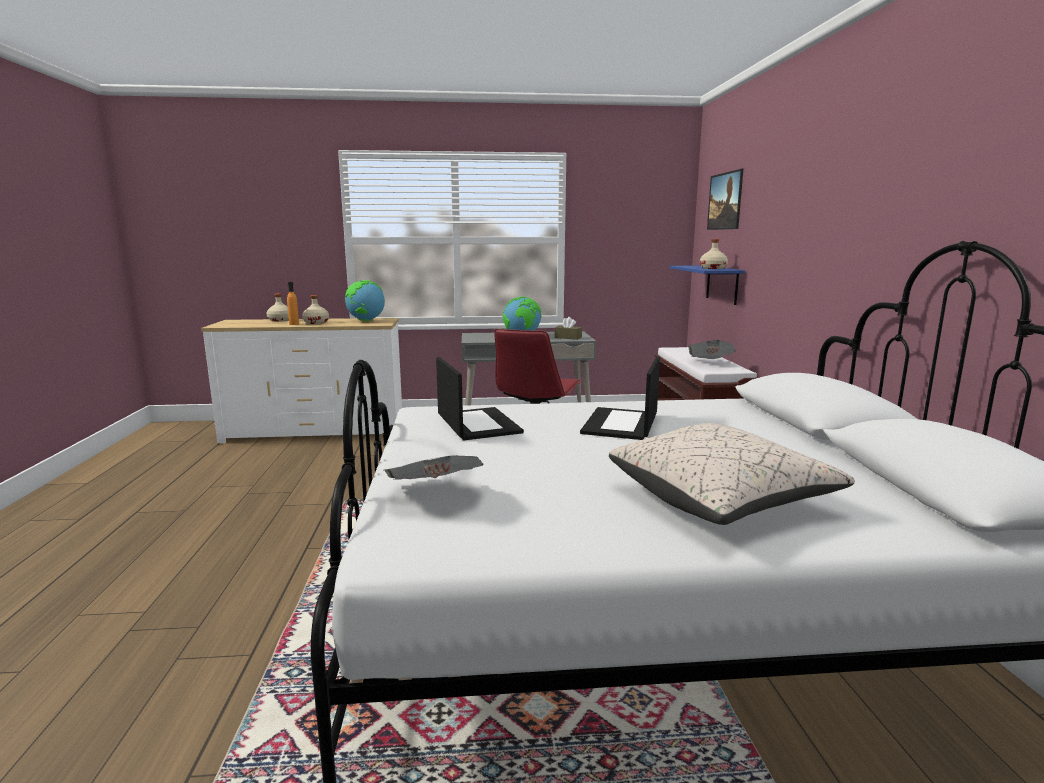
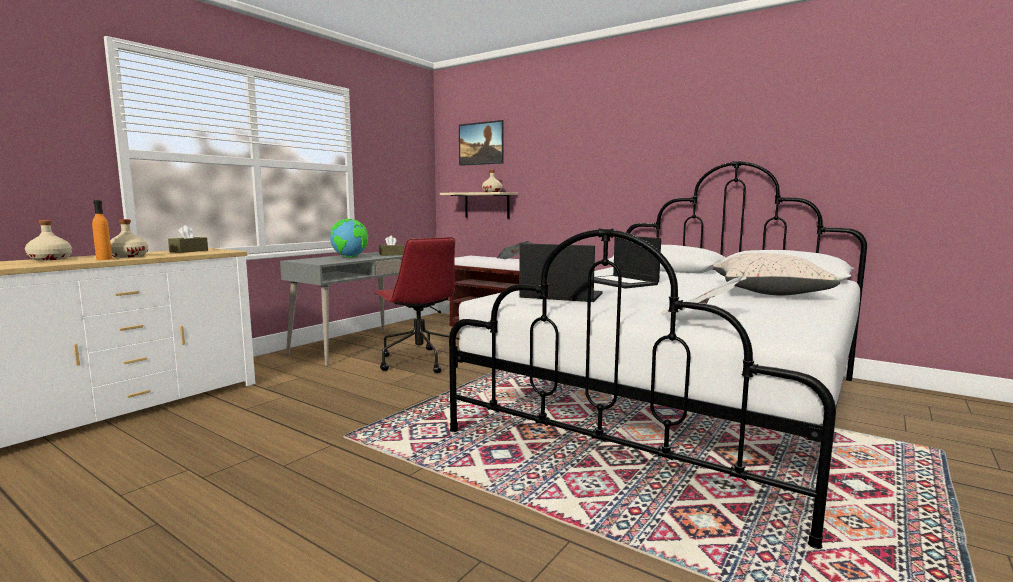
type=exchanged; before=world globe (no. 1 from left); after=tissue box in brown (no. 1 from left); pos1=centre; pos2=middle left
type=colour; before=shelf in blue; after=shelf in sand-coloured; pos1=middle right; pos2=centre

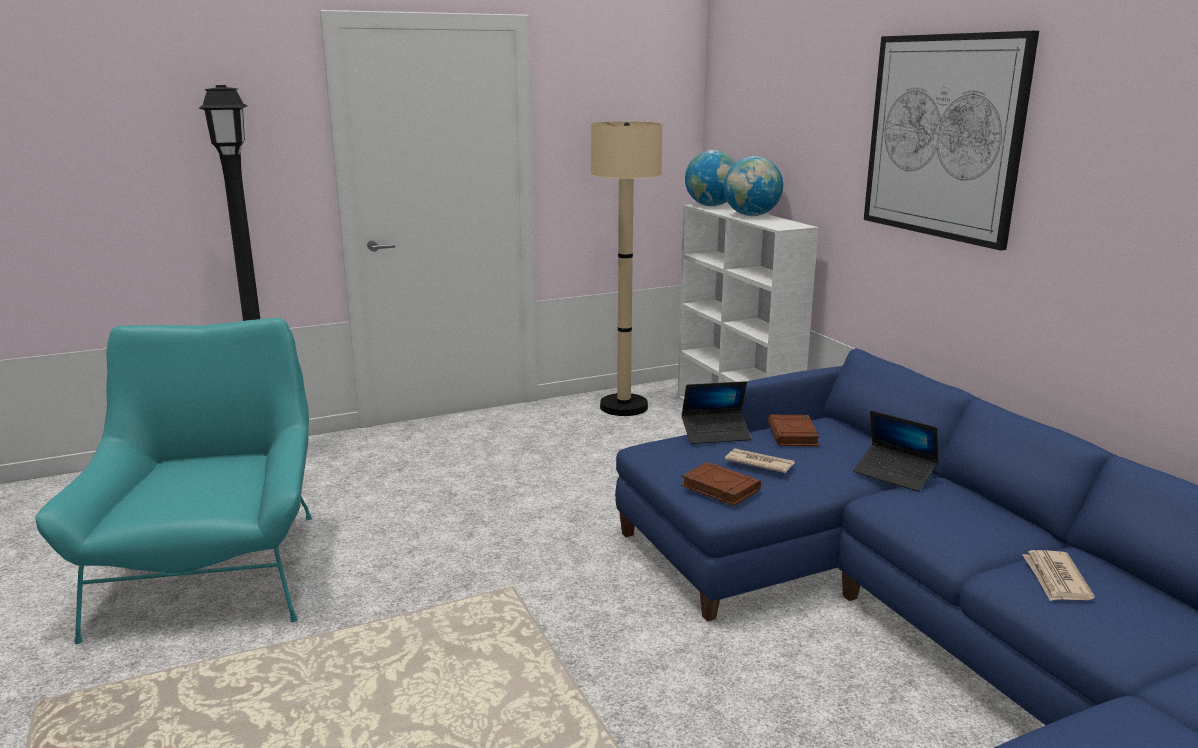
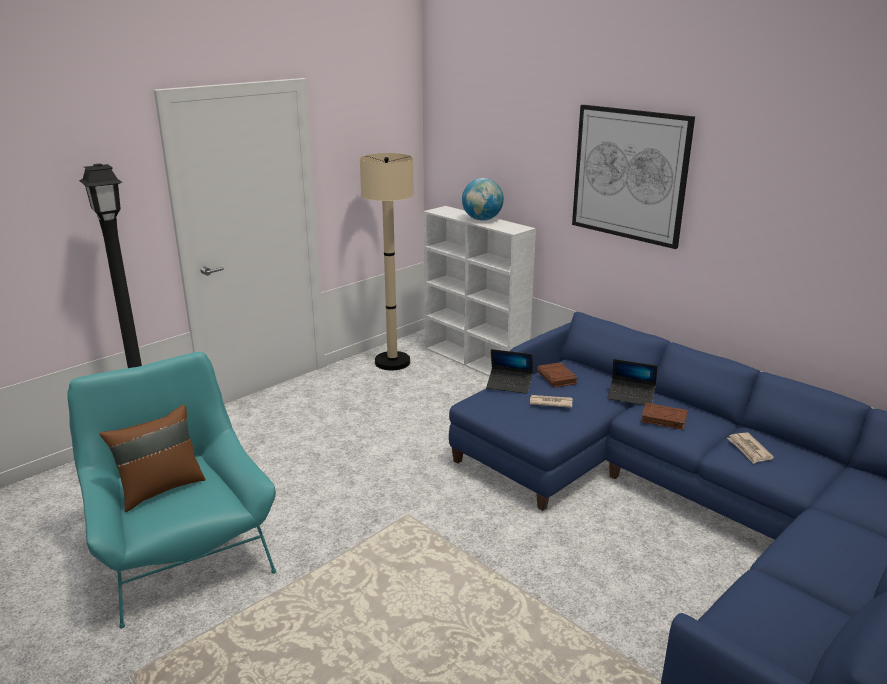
type=relocated; before=bound book in brown (no. 1 from left in the first image); after=bound book in brown (no. 2 from left); pos1=centre; pos2=middle right
type=spun; before=laptop (no. 1 from left); pos1=centre; pos2=centre; turn=45
type=missing; before=world globe (no. 1 from left); pos1=top centre
type=appeared; after=pillow in brown; pos2=bottom left

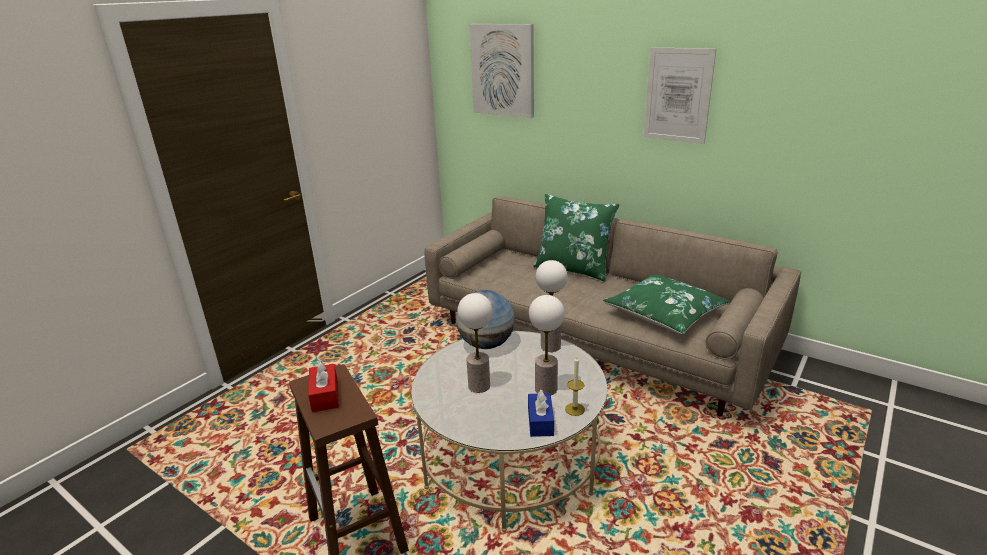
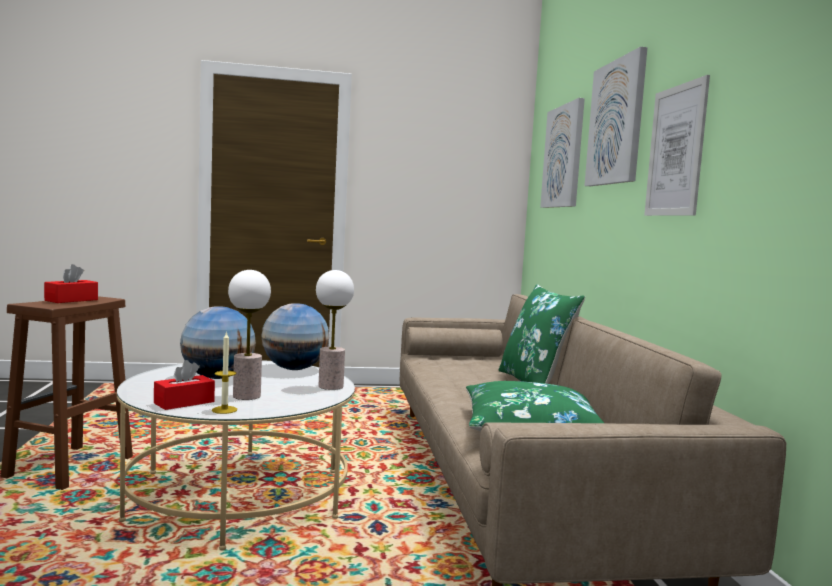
type=exchanged; before=table lamp (no. 1 from left); after=world globe (no. 1 from left); pos1=centre; pos2=middle left
type=colour; before=tissue box in blue; after=tissue box in red (no. 2 from left); pos1=bottom centre; pos2=middle left
type=appeared; after=wall art (no. 2 from left); pos2=top right

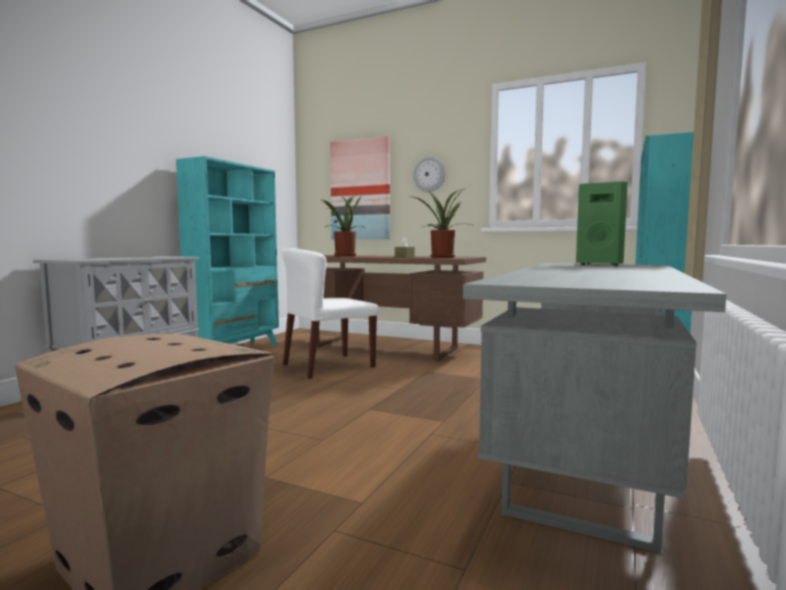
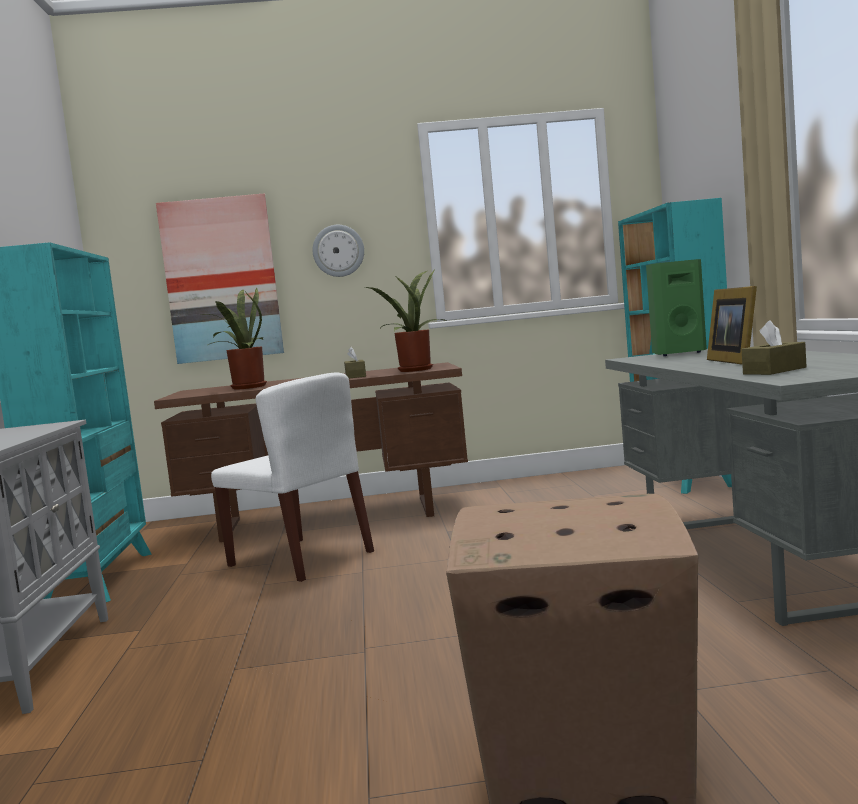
type=spun; before=upright chair in white; pos1=centre; pos2=centre; turn=-75
type=appeared; after=photo frame; pos2=middle right
type=appeared; after=tissue box in brown (no. 2 from left); pos2=middle right

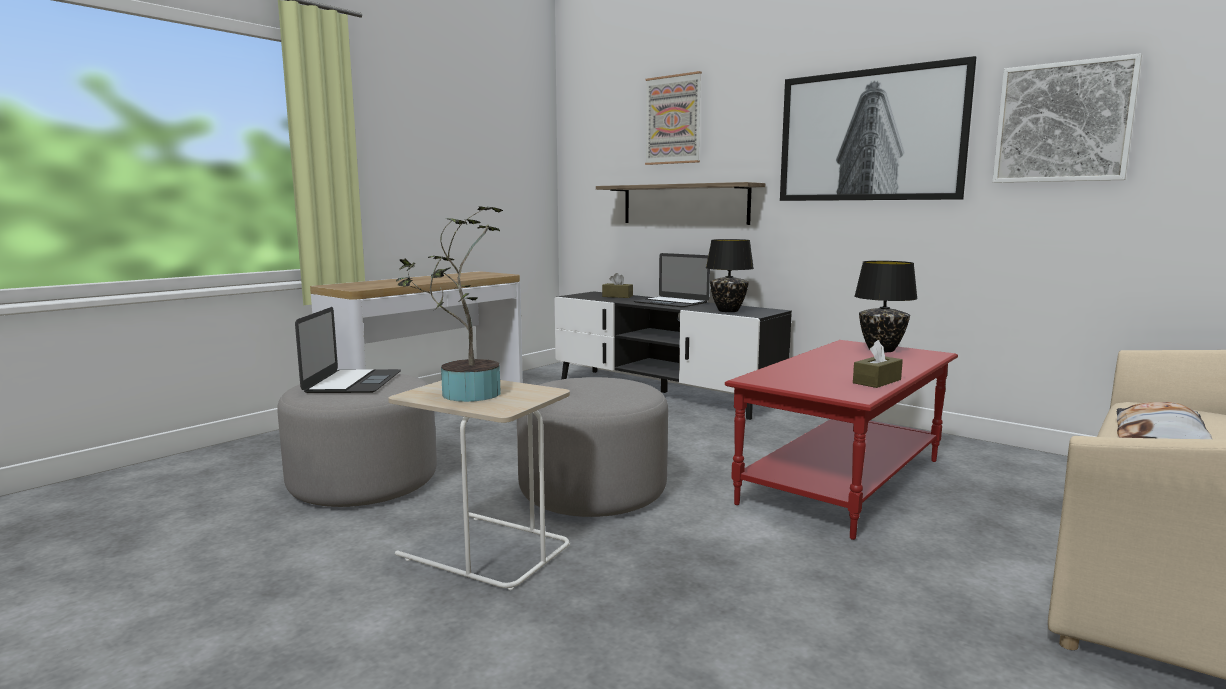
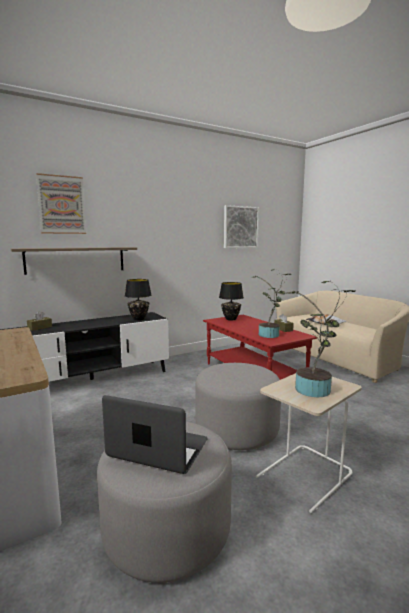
type=missing; before=laptop (no. 2 from left); pos1=centre
type=missing; before=wall art (no. 2 from left); pos1=top right
type=appeared; after=houseplant (no. 1 from left); pos2=centre

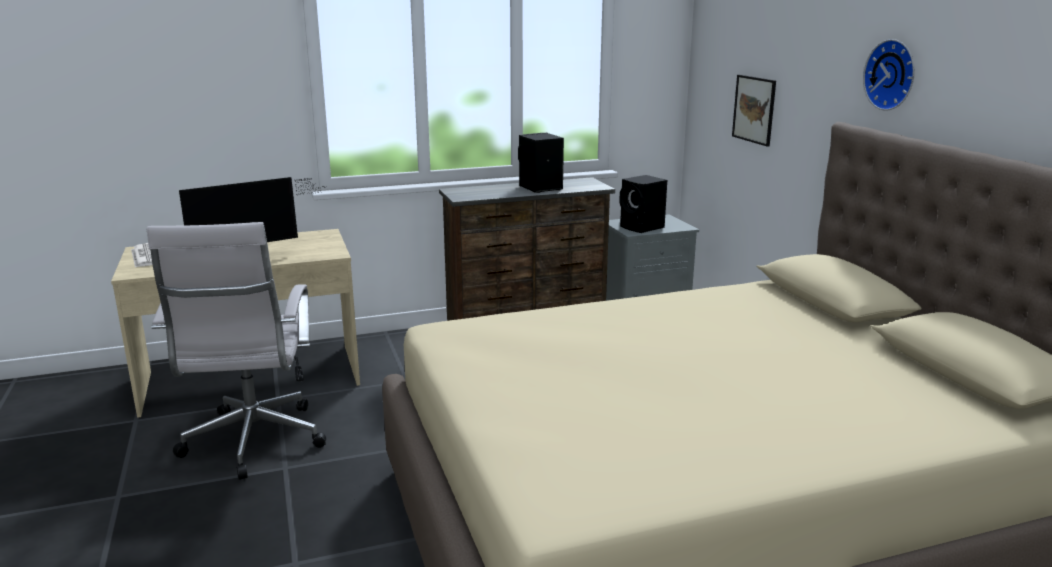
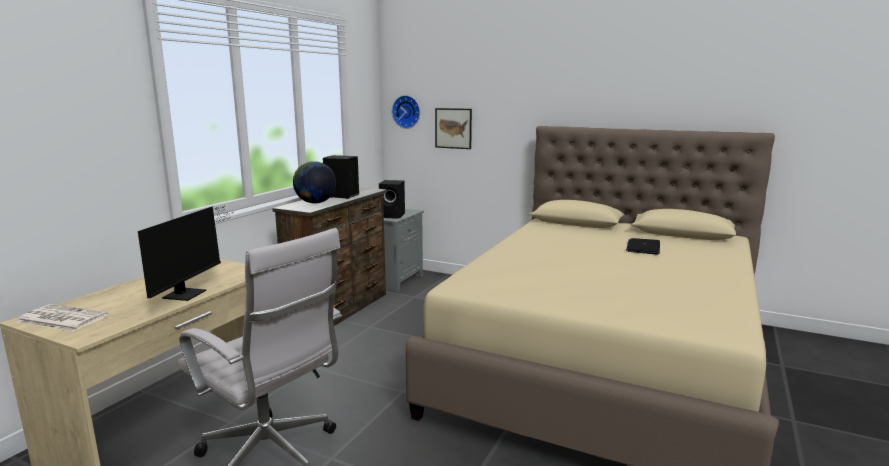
type=relocated; before=hanging clock; pos1=top right; pos2=top centre
type=appeared; after=world globe; pos2=centre
type=appeared; after=laptop; pos2=middle right

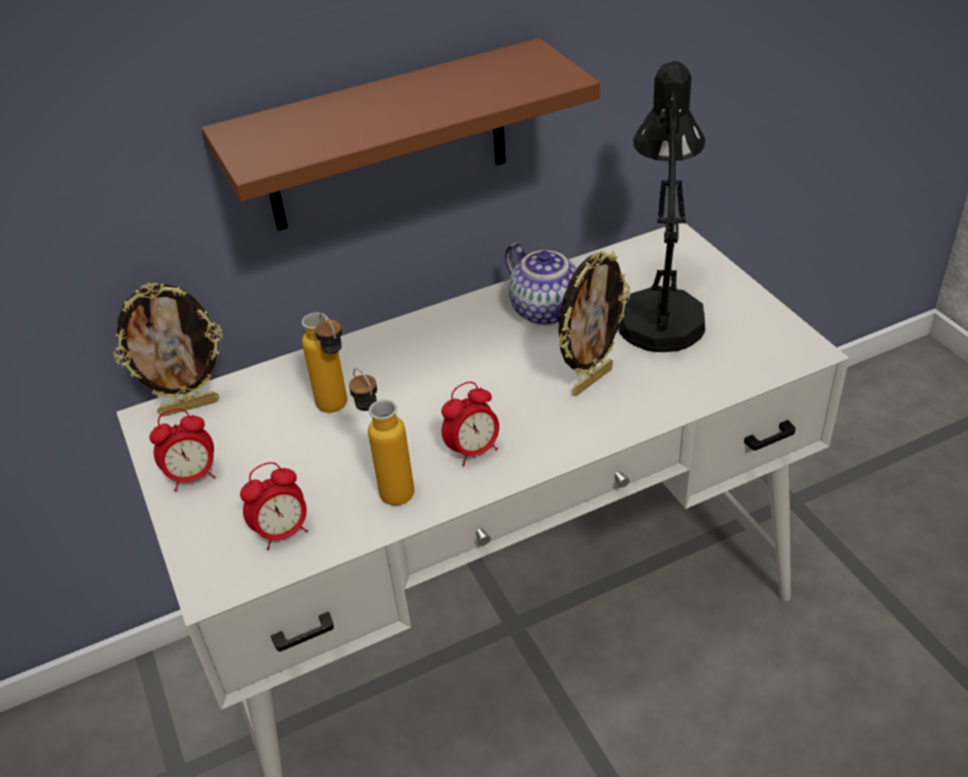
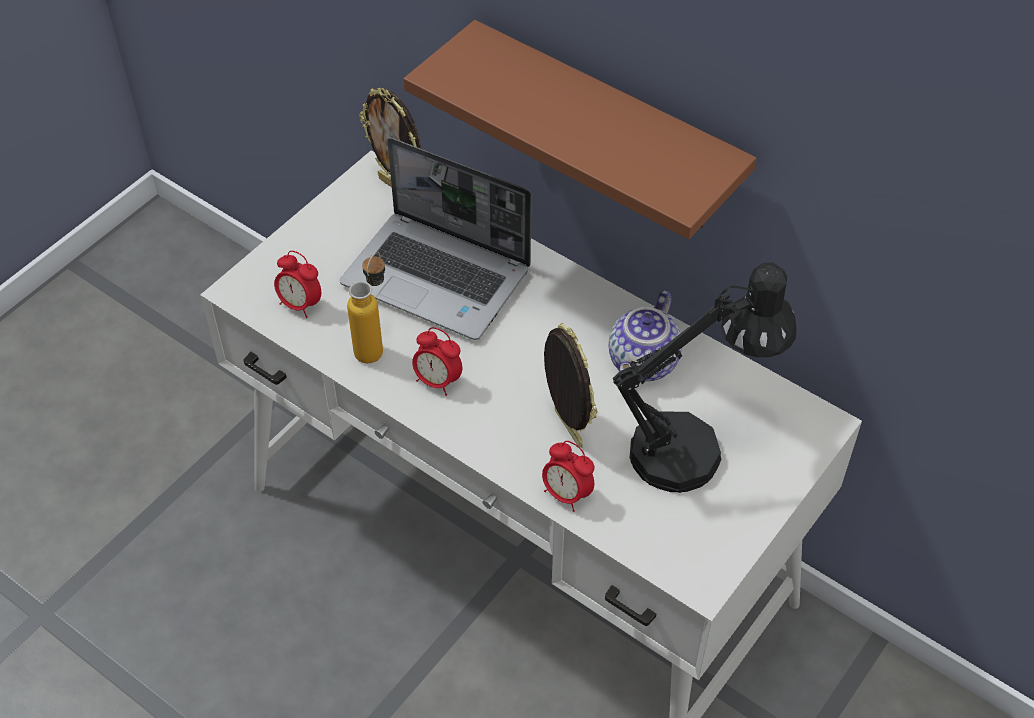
type=relocated; before=bedside clock (no. 1 from left in the first image); after=bedside clock (no. 3 from left); pos1=middle left; pos2=centre
type=exchanged; before=drink bottle (no. 1 from left); after=laptop; pos1=centre; pos2=top centre
type=spun; before=photo frame (no. 2 from left); pos1=centre; pos2=centre; turn=-135

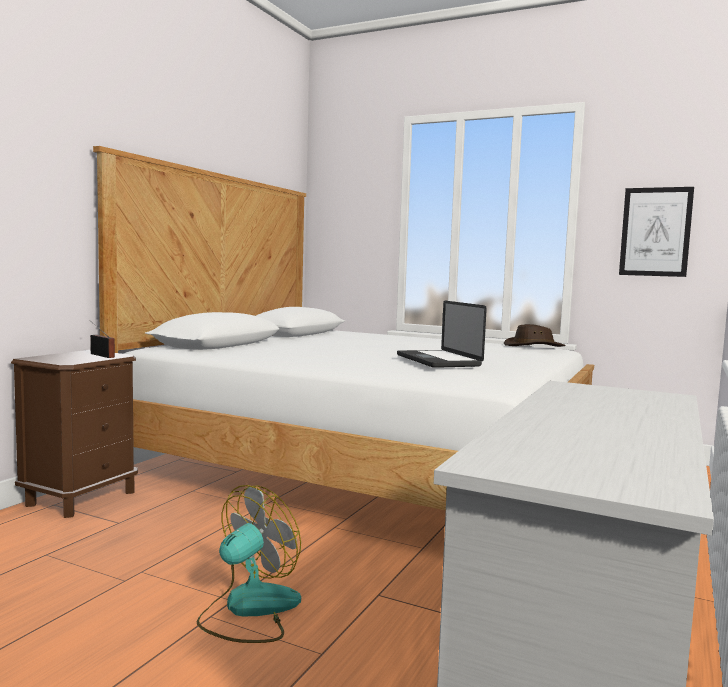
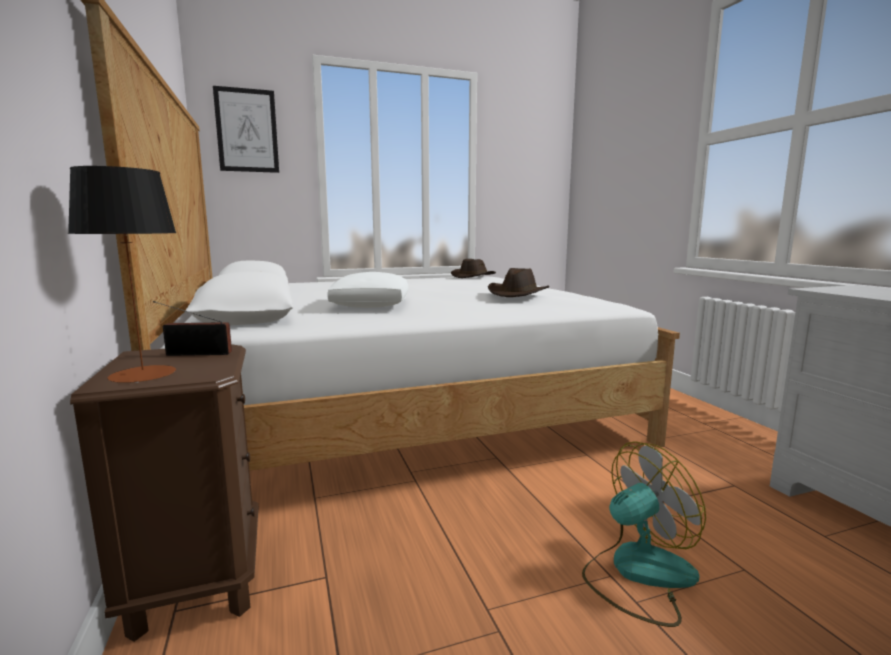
type=spun; before=cooling fan; pos1=bottom centre; pos2=bottom right; turn=75
type=exchanged; before=laptop; after=clothing hat in brown (no. 2 from left); pos1=centre; pos2=centre
type=relocated; before=wall art; pos1=middle right; pos2=top left
type=appeared; after=table lamp; pos2=middle left
type=appeared; after=pillow in white; pos2=centre

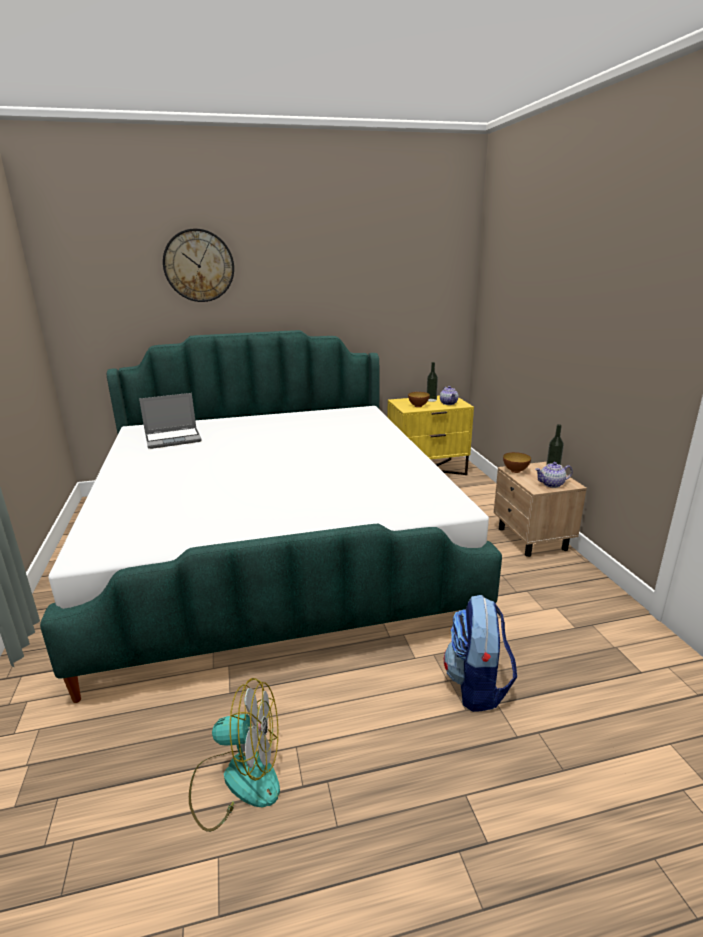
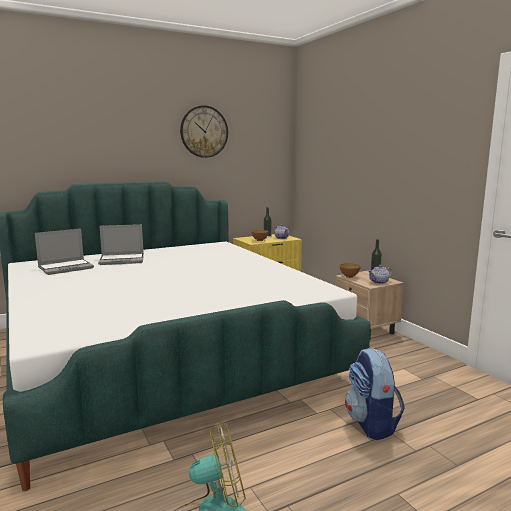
type=relocated; before=hanging clock; pos1=top left; pos2=top centre
type=appeared; after=laptop (no. 2 from left); pos2=middle left

